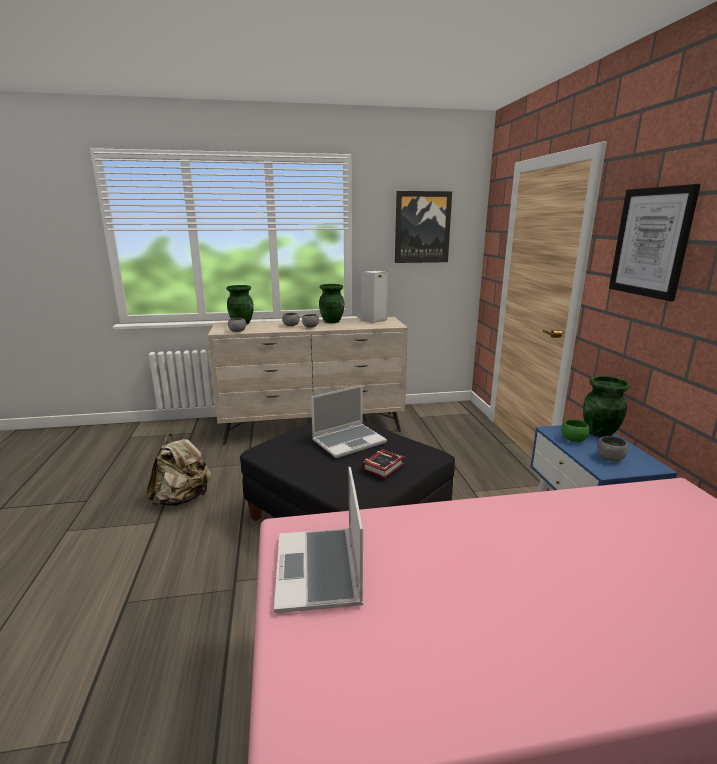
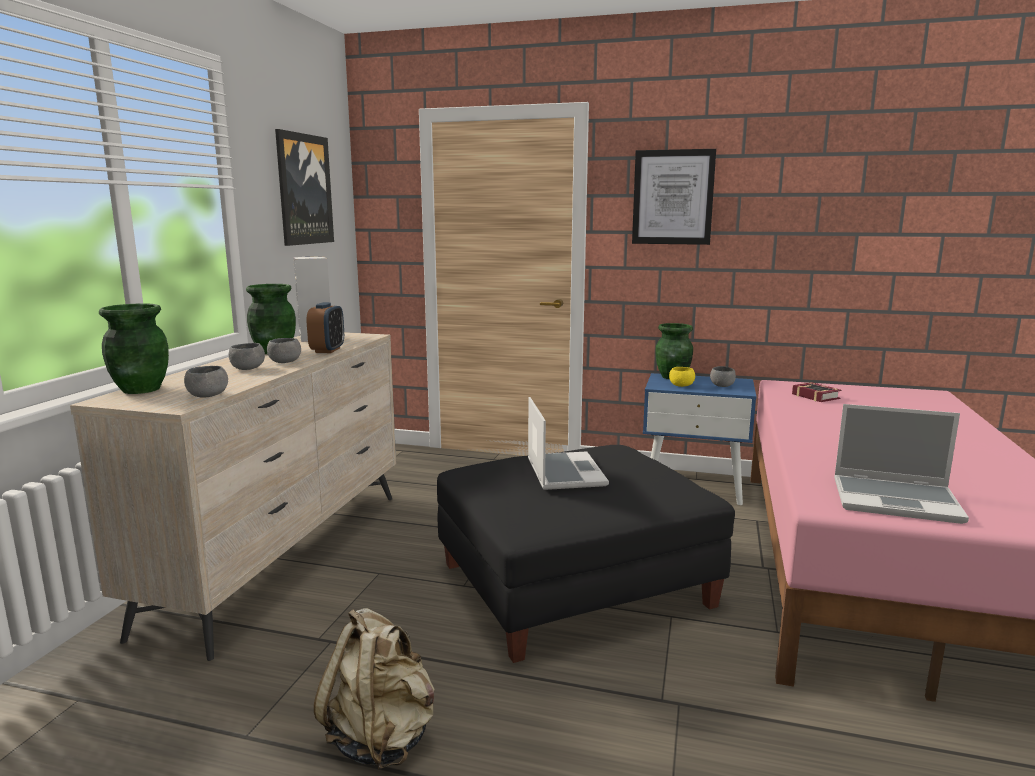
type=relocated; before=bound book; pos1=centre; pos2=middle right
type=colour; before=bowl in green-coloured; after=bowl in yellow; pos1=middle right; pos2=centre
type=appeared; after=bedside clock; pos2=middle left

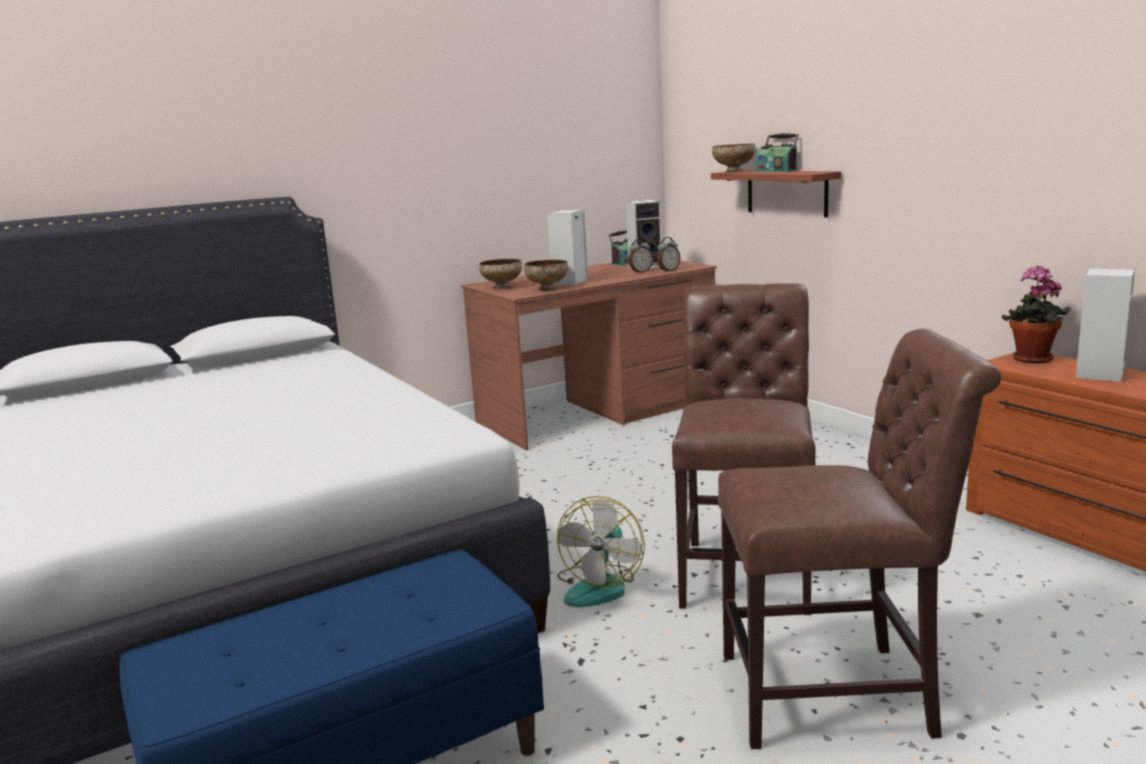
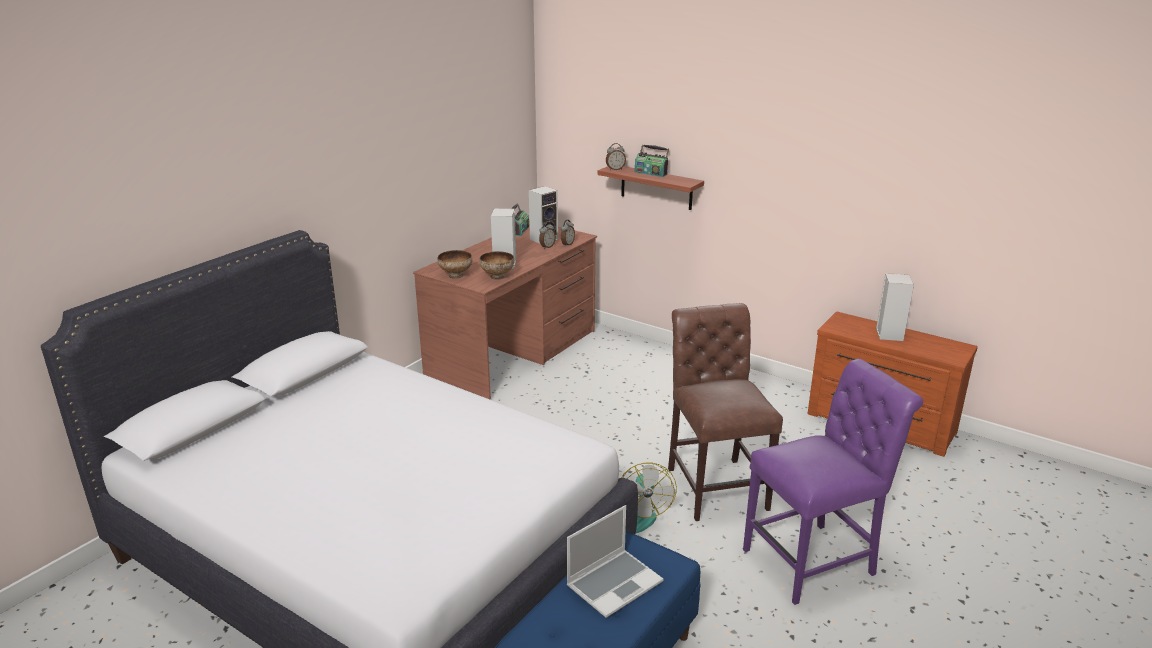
type=exchanged; before=bowl (no. 3 from left); after=bedside clock (no. 3 from left); pos1=top centre; pos2=top centre
type=colour; before=upright chair in brown (no. 2 from left); after=upright chair in purple; pos1=bottom right; pos2=bottom right
type=missing; before=houseplant; pos1=middle right
type=appeared; after=laptop; pos2=bottom centre

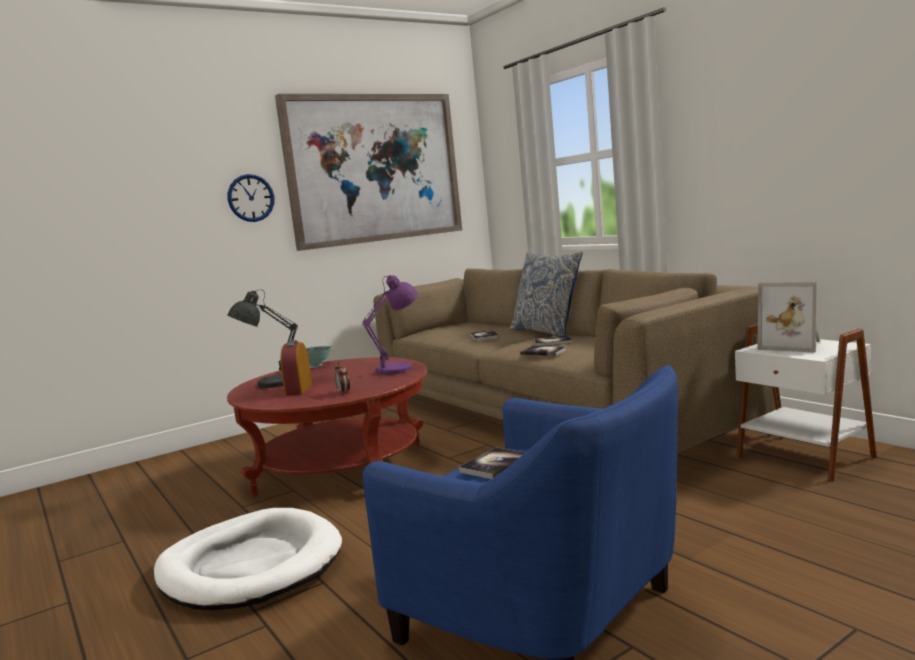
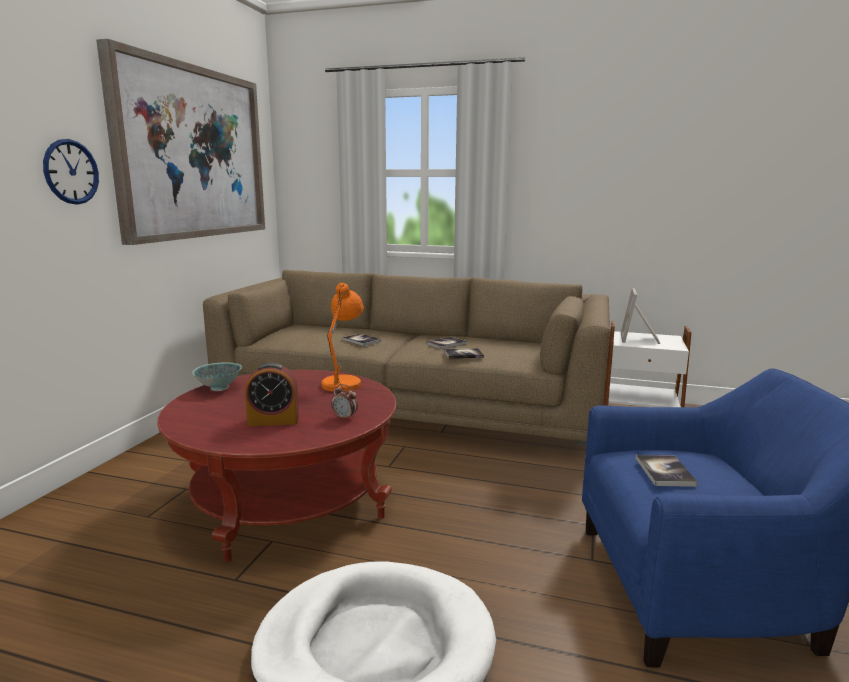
type=missing; before=table lamp in gray; pos1=middle left
type=spun; before=bedside clock (no. 1 from left); pos1=middle left; pos2=middle left; turn=-60
type=colour; before=table lamp in purple; after=table lamp in orange; pos1=centre; pos2=centre
type=missing; before=pillow; pos1=centre
type=spun; before=photo frame; pos1=middle right; pos2=middle right; turn=105

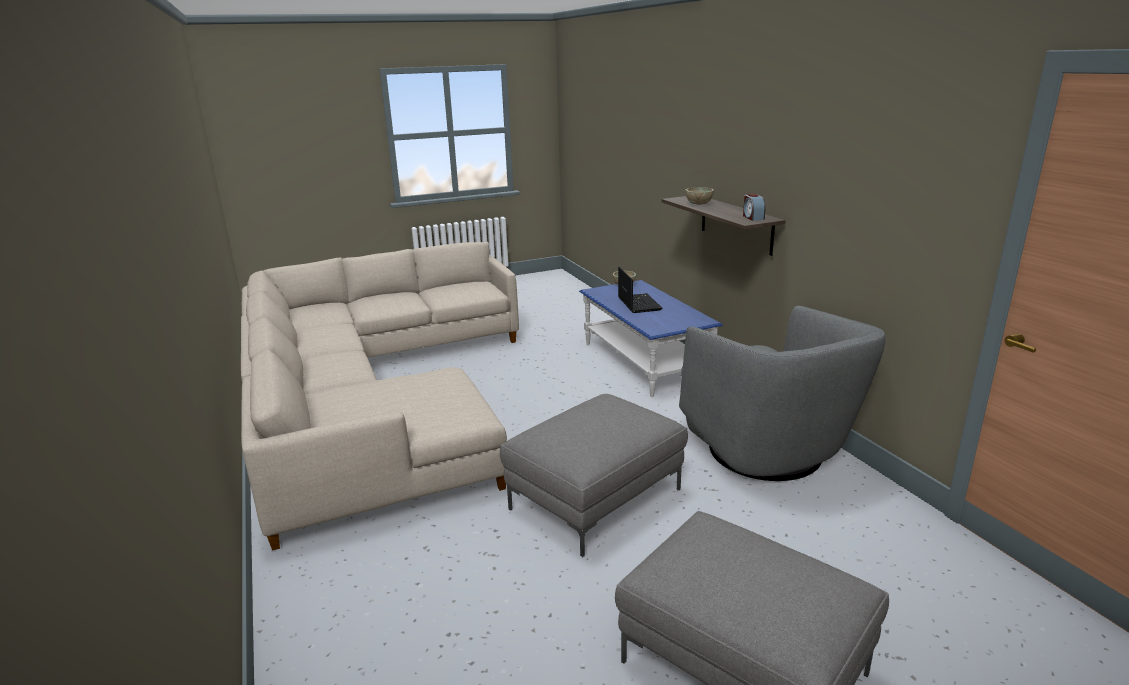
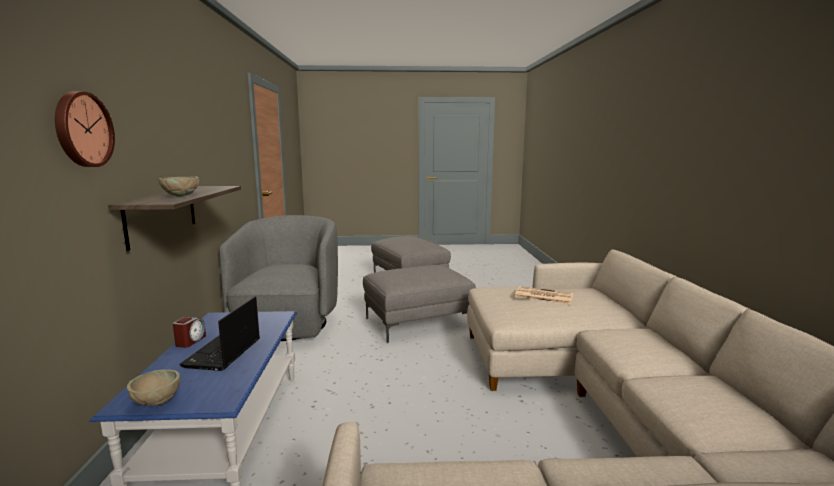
type=relocated; before=bedside clock; pos1=top right; pos2=bottom left
type=appeared; after=hanging clock; pos2=top left
type=appeared; after=printed paper; pos2=centre

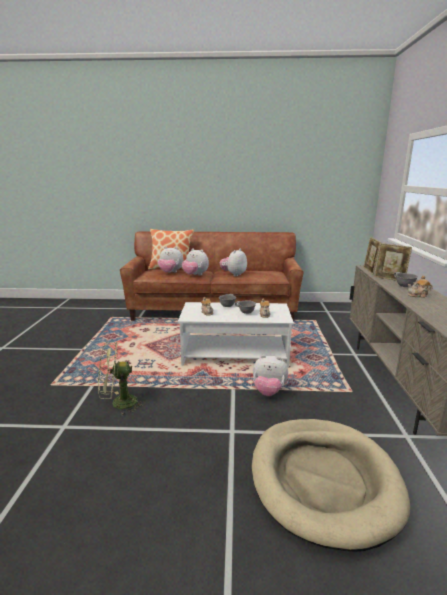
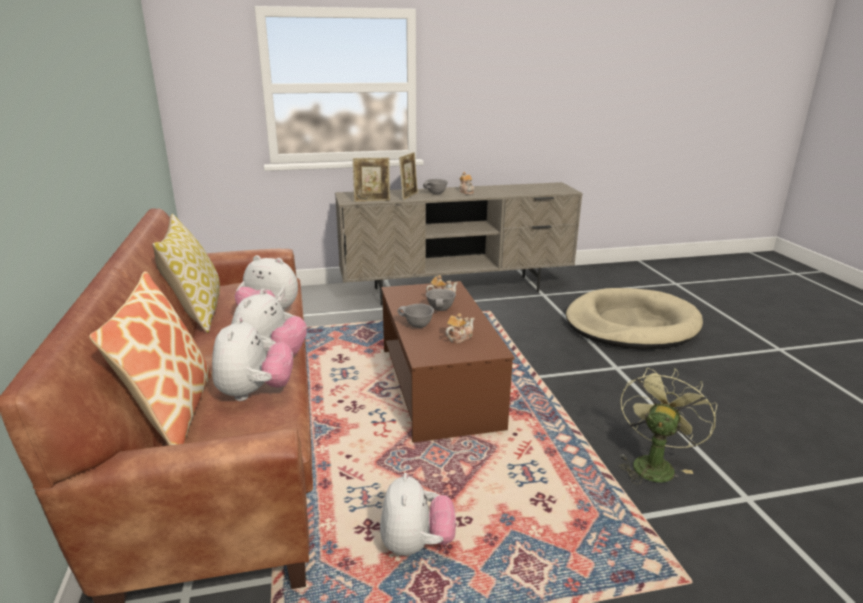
type=spun; before=cooling fan in green-coloured; pos1=middle left; pos2=bottom right; turn=-120
type=colour; before=lounge table in white; after=lounge table in brown; pos1=centre; pos2=centre
type=relocated; before=plush toy (no. 4 from left); pos1=centre; pos2=bottom centre
type=appeared; after=pillow (no. 2 from left); pos2=middle left

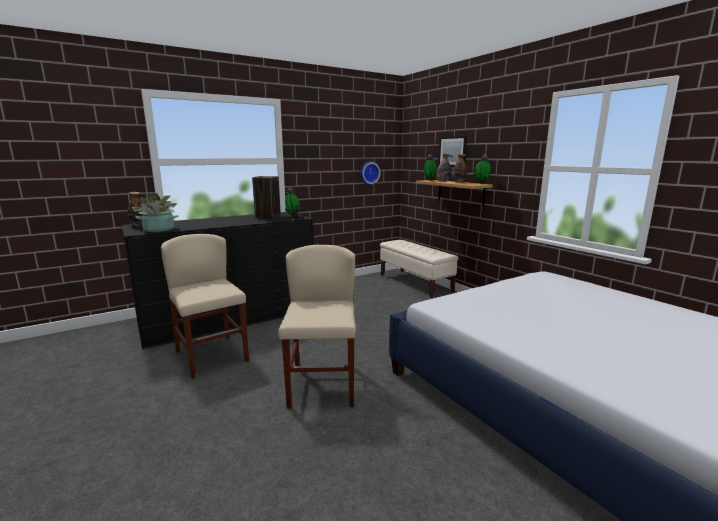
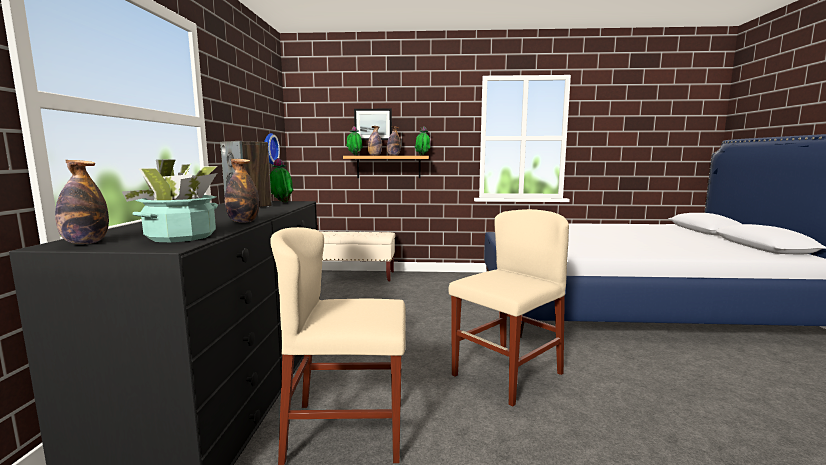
type=spun; before=upright chair in sand-coloured (no. 2 from left); pos1=centre; pos2=centre; turn=105
type=appeared; after=drink bottle (no. 2 from left); pos2=middle left

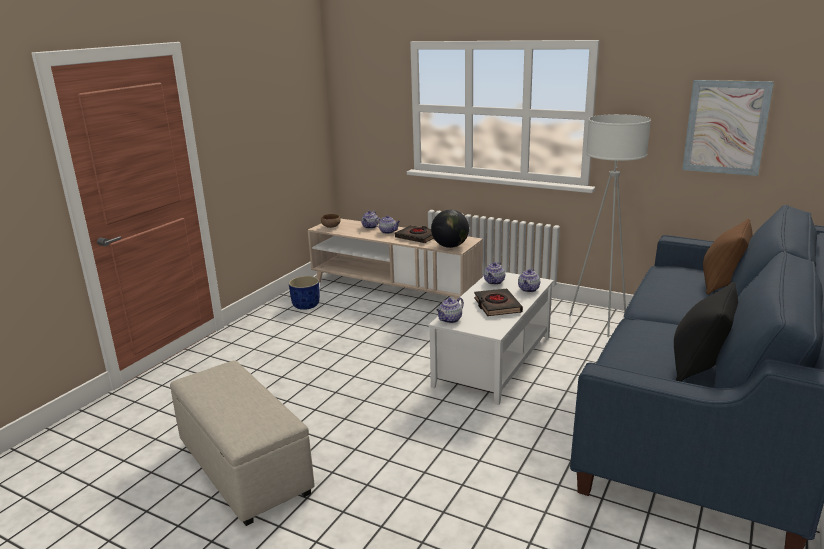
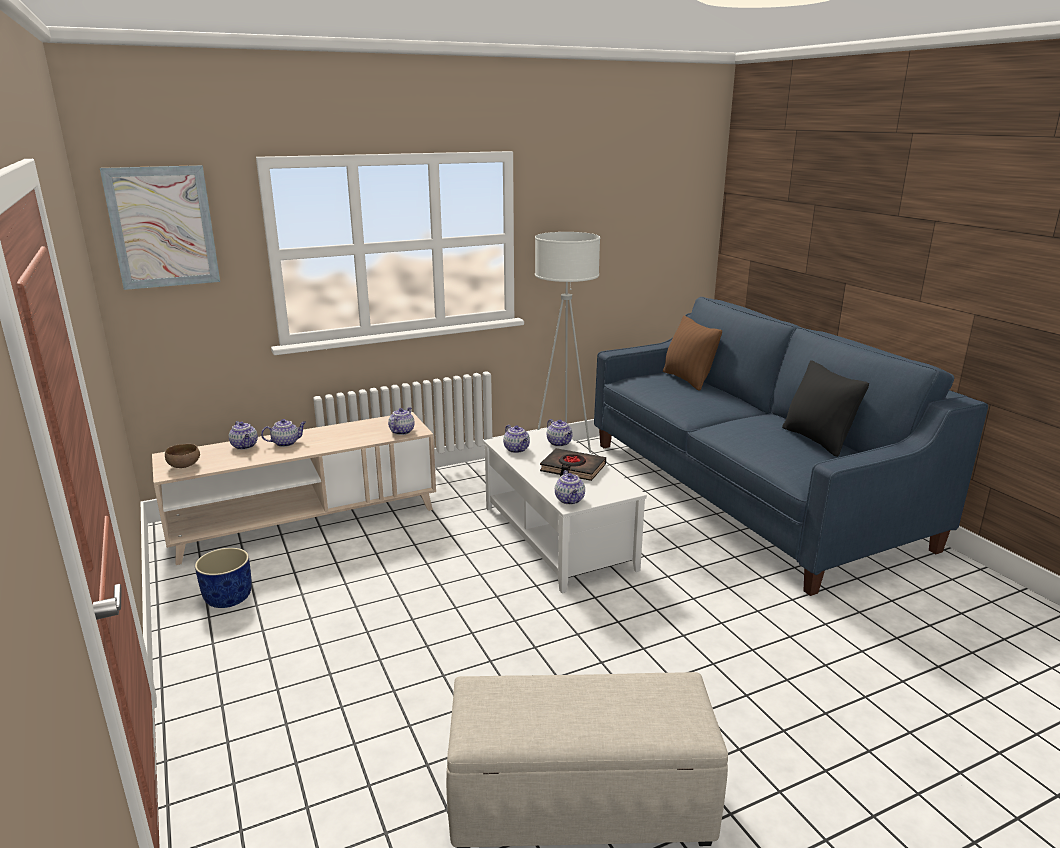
type=missing; before=bound book in black (no. 1 from left); pos1=centre
type=exchanged; before=world globe; after=tea pot (no. 3 from left); pos1=centre; pos2=centre
type=relocated; before=wall art; pos1=top right; pos2=top left

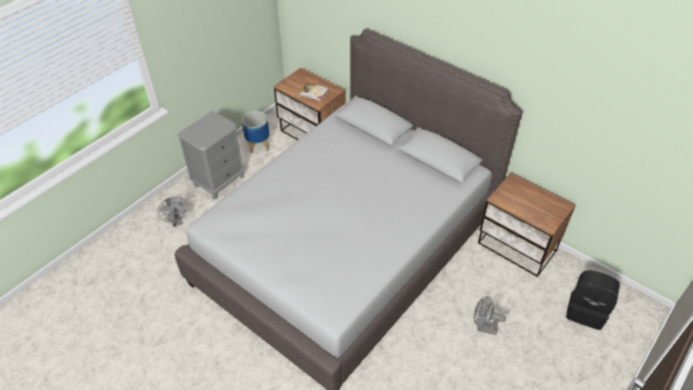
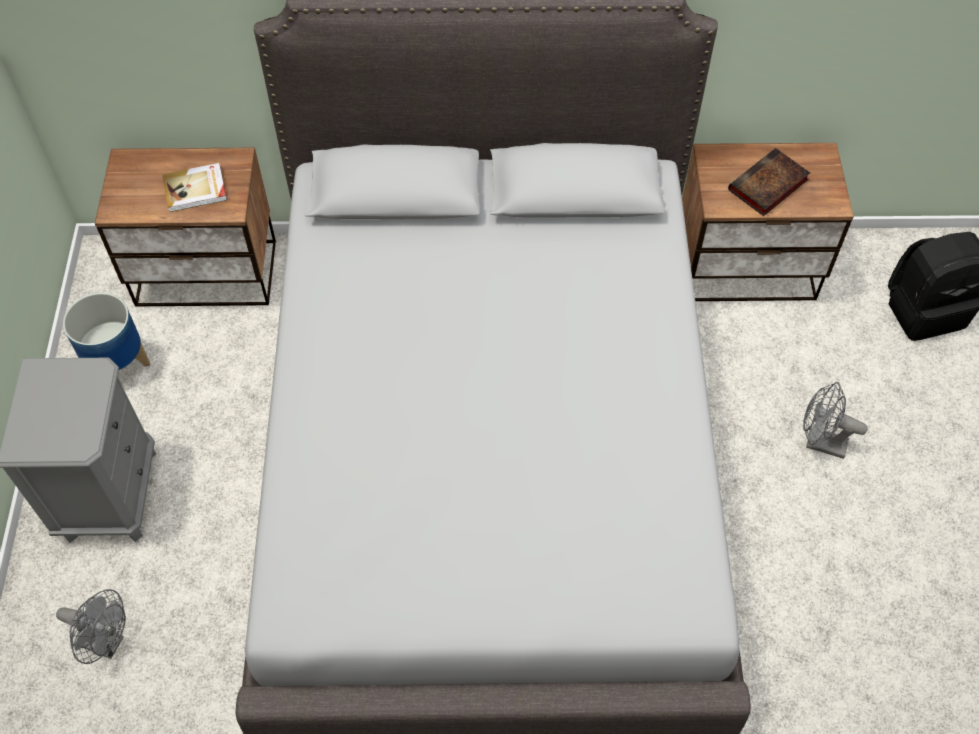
type=spun; before=cooling fan in gray (no. 2 from left); pos1=bottom right; pos2=middle right; turn=45
type=appeared; after=bound book (no. 2 from left); pos2=top right

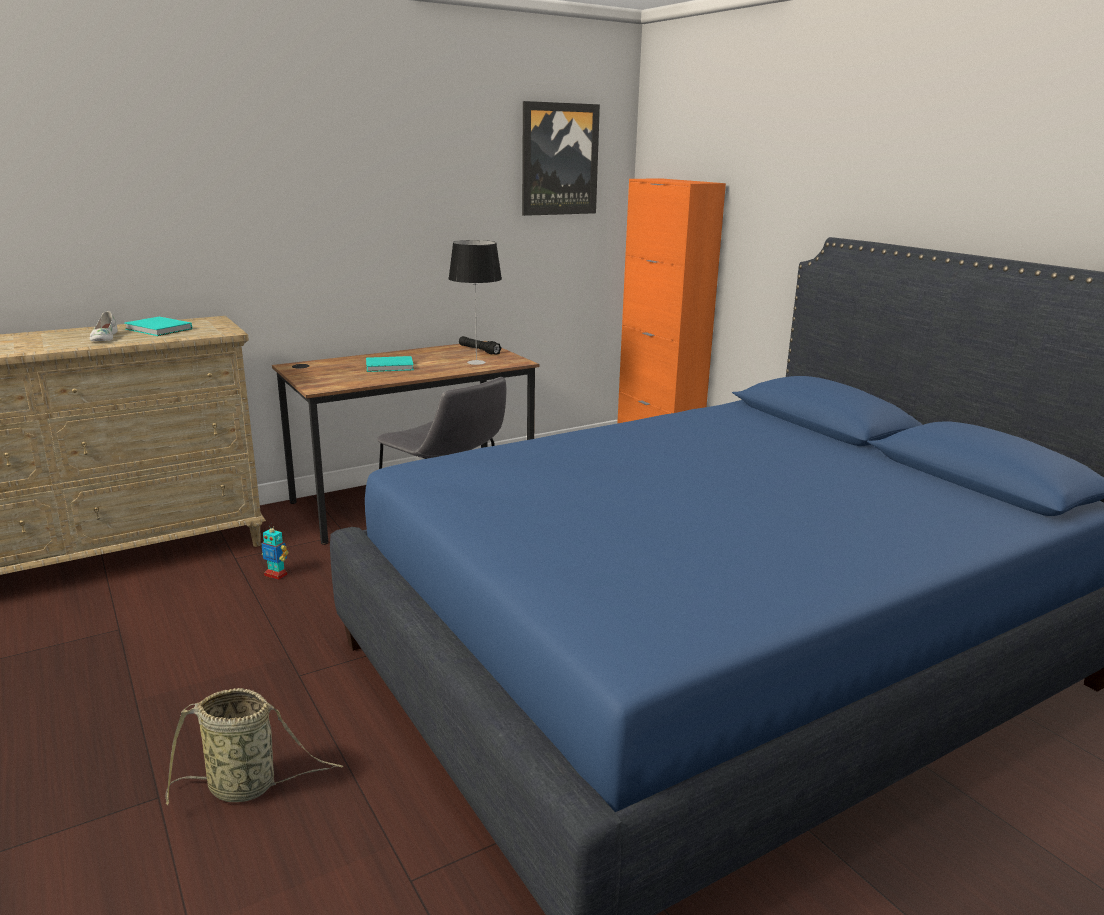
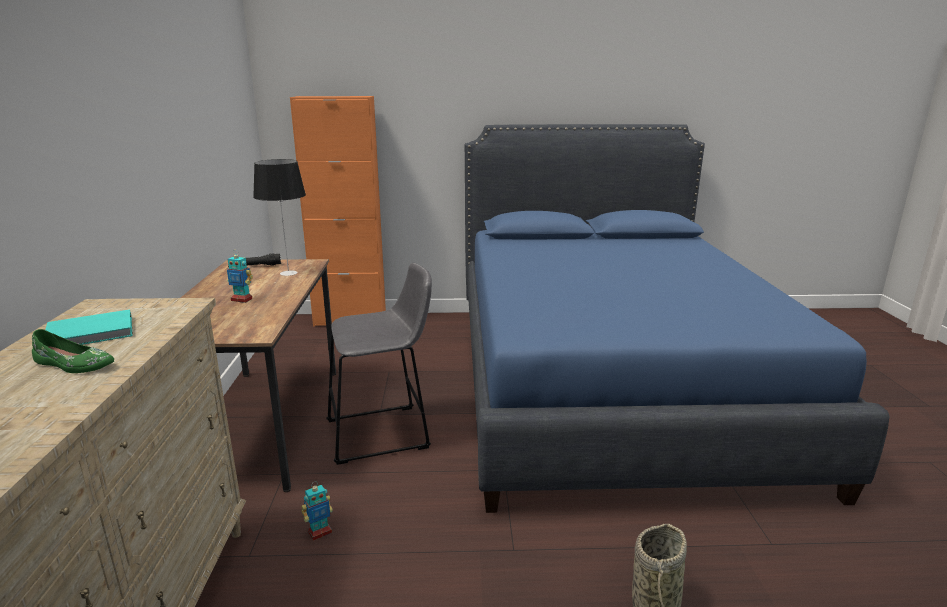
type=colour; before=shoe in white; after=shoe in green-coloured; pos1=middle left; pos2=middle left
type=exchanged; before=bound book in turquoise-coloured (no. 2 from left); after=robot figure (no. 1 from left); pos1=centre; pos2=middle left
type=missing; before=wall art; pos1=top centre

